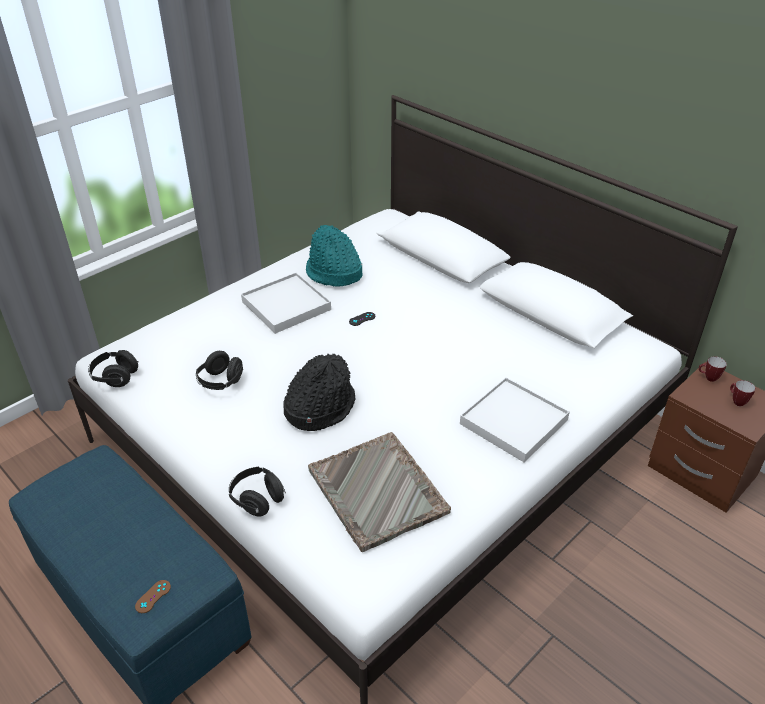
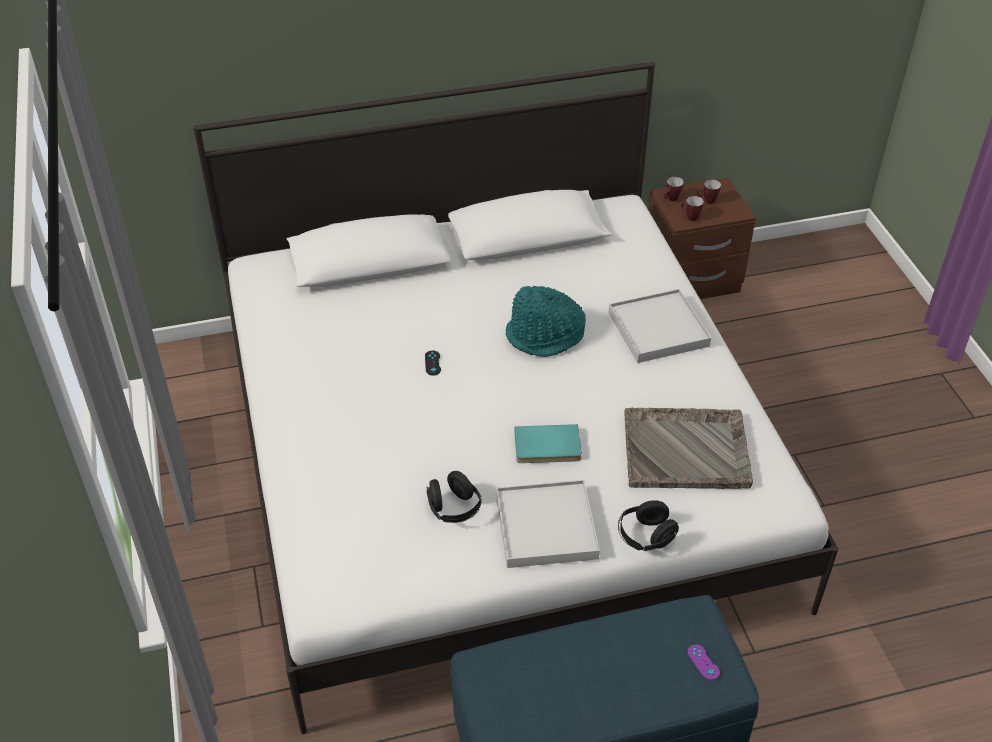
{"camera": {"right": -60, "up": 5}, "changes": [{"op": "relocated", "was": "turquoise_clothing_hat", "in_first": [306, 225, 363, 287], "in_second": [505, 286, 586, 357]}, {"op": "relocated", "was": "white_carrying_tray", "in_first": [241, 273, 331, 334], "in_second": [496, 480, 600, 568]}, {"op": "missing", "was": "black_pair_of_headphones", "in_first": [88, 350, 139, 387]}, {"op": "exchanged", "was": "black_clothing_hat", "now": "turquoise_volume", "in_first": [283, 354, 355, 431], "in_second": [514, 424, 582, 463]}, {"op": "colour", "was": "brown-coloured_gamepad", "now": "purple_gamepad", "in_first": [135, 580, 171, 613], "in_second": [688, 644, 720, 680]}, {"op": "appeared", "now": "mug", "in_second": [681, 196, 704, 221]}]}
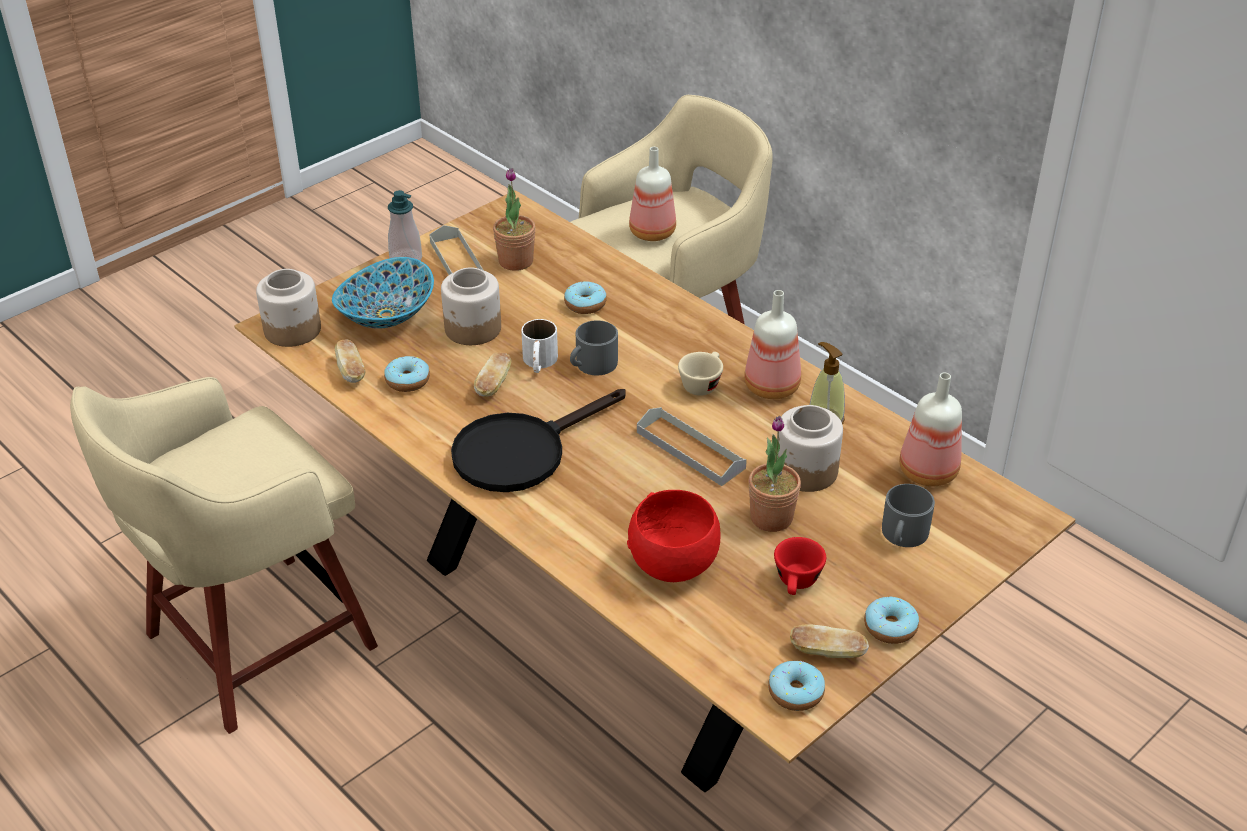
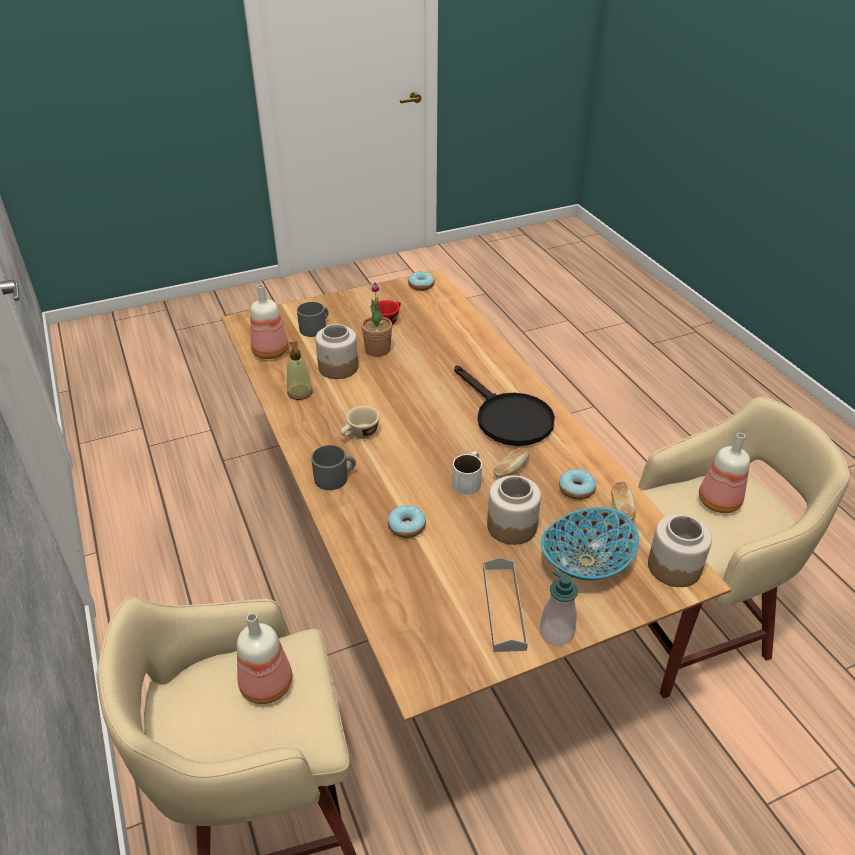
{"camera": {"right": -160, "up": 0}, "changes": [{"op": "missing", "was": "houseplant", "in_first": [493, 168, 536, 271]}, {"op": "relocated", "was": "drink_bottle", "in_first": [744, 290, 801, 399], "in_second": [699, 433, 750, 513]}, {"op": "relocated", "was": "gray_mug", "in_first": [570, 320, 618, 375], "in_second": [311, 445, 356, 490]}, {"op": "spun", "was": "black_skillet", "in_first": [451, 389, 626, 492], "in_second": [454, 365, 555, 446], "clockwise": 75}, {"op": "missing", "was": "gray_carrying_tray", "in_first": [637, 407, 747, 486]}, {"op": "missing", "was": "red_serving_bowl", "in_first": [627, 490, 720, 582]}, {"op": "missing", "was": "doughnut", "in_first": [864, 597, 919, 644]}, {"op": "missing", "was": "bakery_bread", "in_first": [790, 624, 869, 658]}]}
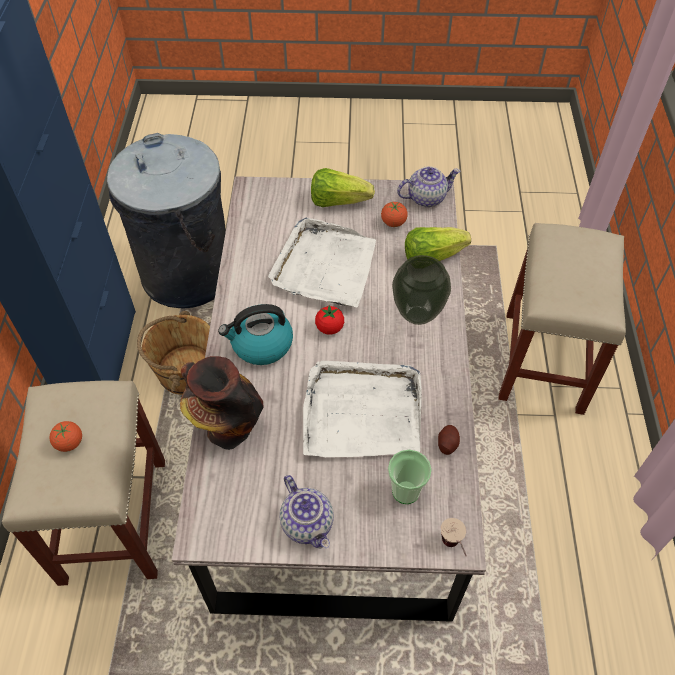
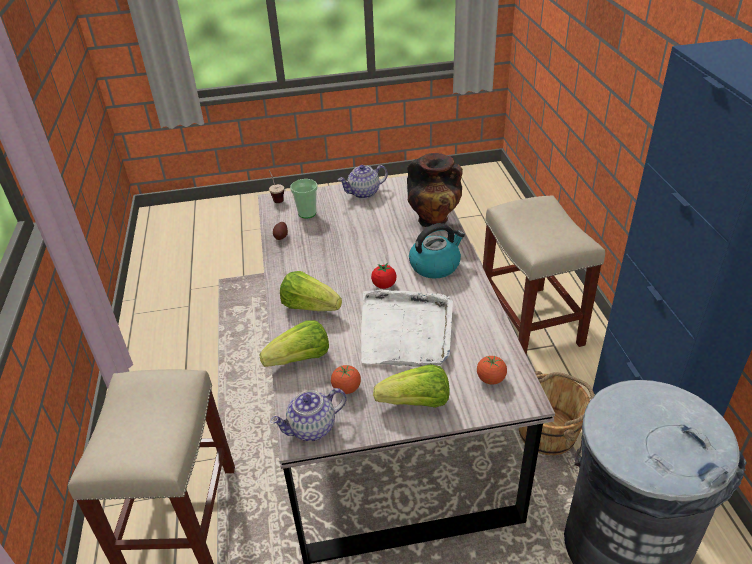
{"camera": {"right": 170, "up": -15}, "changes": [{"op": "exchanged", "was": "decorative_vase", "now": "head_of_lettuce", "in_first": [392, 255, 451, 325], "in_second": [280, 271, 342, 311]}, {"op": "missing", "was": "white_carrying_tray", "in_first": [303, 361, 422, 457]}, {"op": "relocated", "was": "tomato", "in_first": [50, 421, 82, 452], "in_second": [477, 356, 507, 385]}, {"op": "spun", "was": "pot_for_tea", "in_first": [280, 475, 334, 549], "in_second": [338, 165, 388, 199], "clockwise": -75}]}
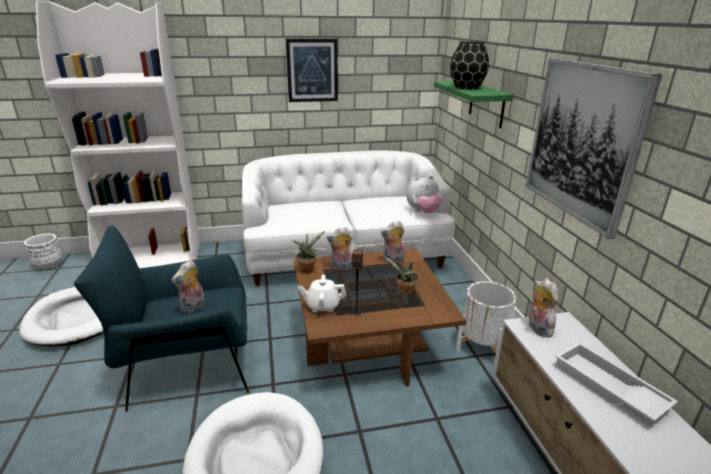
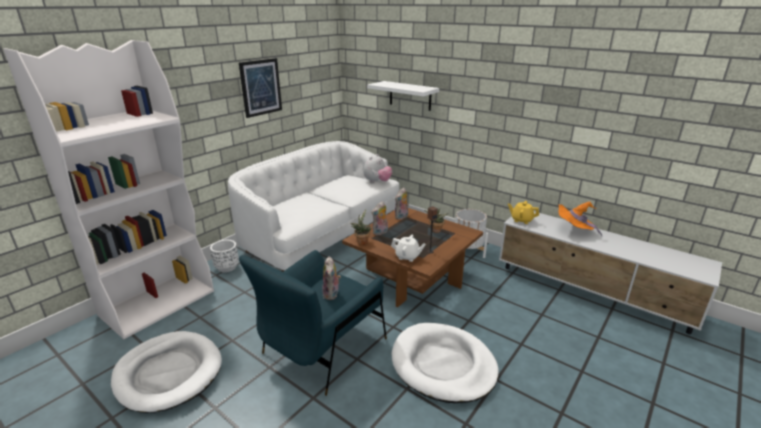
{"camera": {"right": -40, "up": 0}, "changes": [{"op": "missing", "was": "black_decorative_vase", "in_first": [450, 41, 489, 89]}, {"op": "missing", "was": "picture", "in_first": [526, 58, 662, 239]}, {"op": "colour", "was": "green_shelf", "now": "white_shelf", "in_first": [434, 81, 513, 128], "in_second": [367, 81, 439, 111]}, {"op": "relocated", "was": "white_planter", "in_first": [24, 234, 62, 269], "in_second": [210, 240, 239, 273]}, {"op": "spun", "was": "white_pot_for_tea", "in_first": [298, 275, 347, 312], "in_second": [391, 235, 425, 262], "clockwise": -120}, {"op": "exchanged", "was": "soft_toy", "now": "yellowish_pot_for_tea", "in_first": [529, 278, 558, 337], "in_second": [508, 201, 539, 224]}, {"op": "exchanged", "was": "white_carrying_tray", "now": "orange_clothing_hat", "in_first": [555, 342, 678, 421], "in_second": [559, 201, 602, 236]}]}
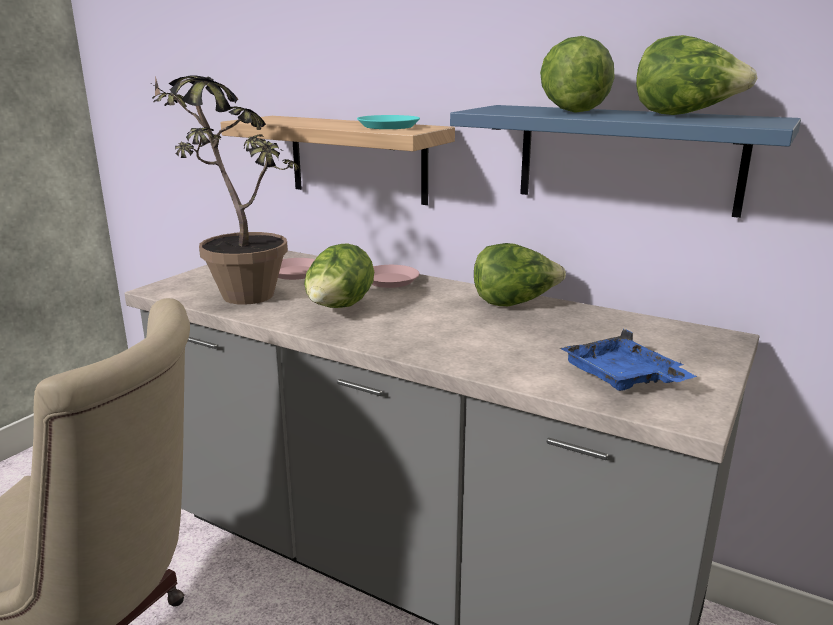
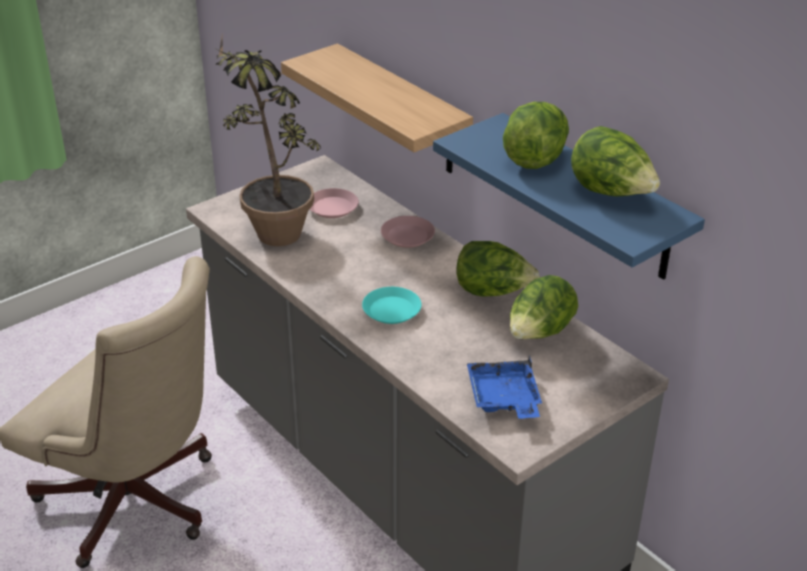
{"camera": {"right": 20, "up": 15}, "changes": [{"op": "relocated", "was": "turquoise_flat_dish", "in_first": [357, 115, 420, 129], "in_second": [362, 287, 422, 324]}, {"op": "relocated", "was": "head_of_lettuce", "in_first": [304, 243, 374, 308], "in_second": [510, 275, 578, 339]}]}
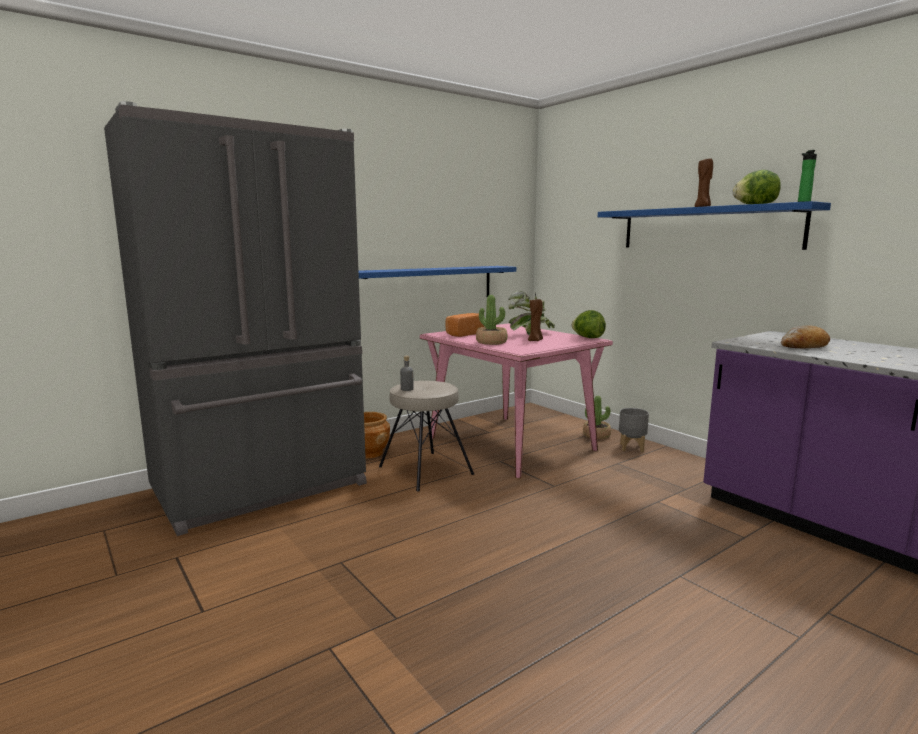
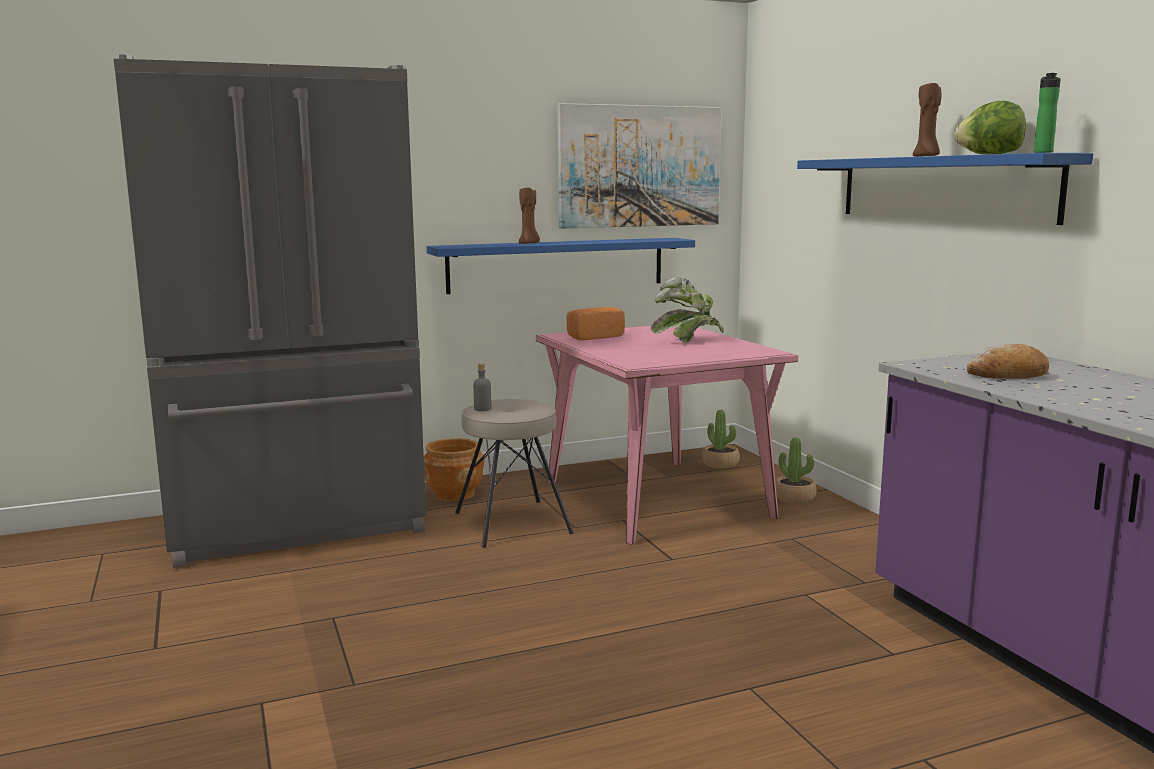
{"camera": {"right": 15, "up": 0}, "changes": [{"op": "relocated", "was": "houseplant", "in_first": [476, 295, 508, 345], "in_second": [702, 410, 740, 468]}, {"op": "relocated", "was": "brown-coloured_wax_light", "in_first": [528, 299, 543, 341], "in_second": [519, 188, 540, 244]}, {"op": "missing", "was": "head_of_lettuce", "in_first": [571, 310, 606, 338]}, {"op": "missing", "was": "gray_planter", "in_first": [619, 408, 649, 452]}, {"op": "appeared", "now": "picture", "in_second": [557, 103, 722, 229]}]}
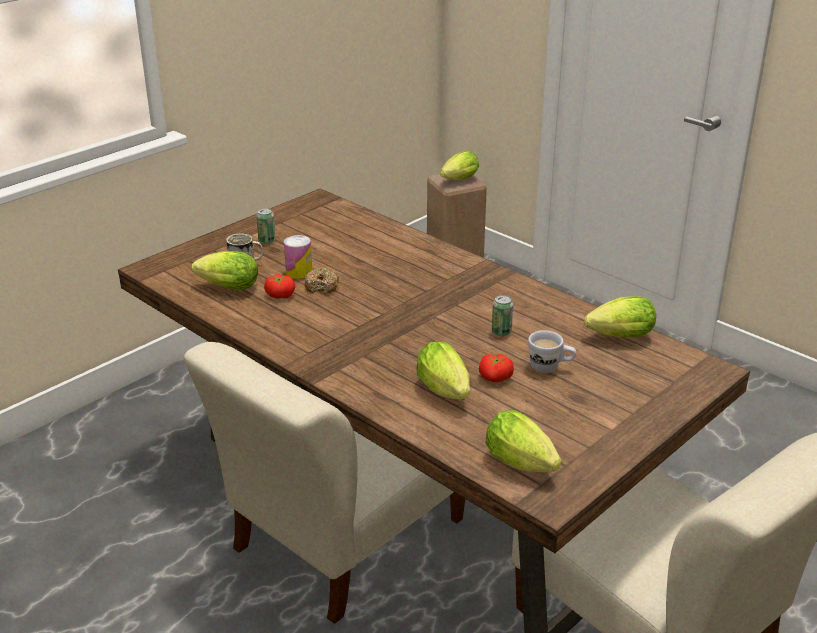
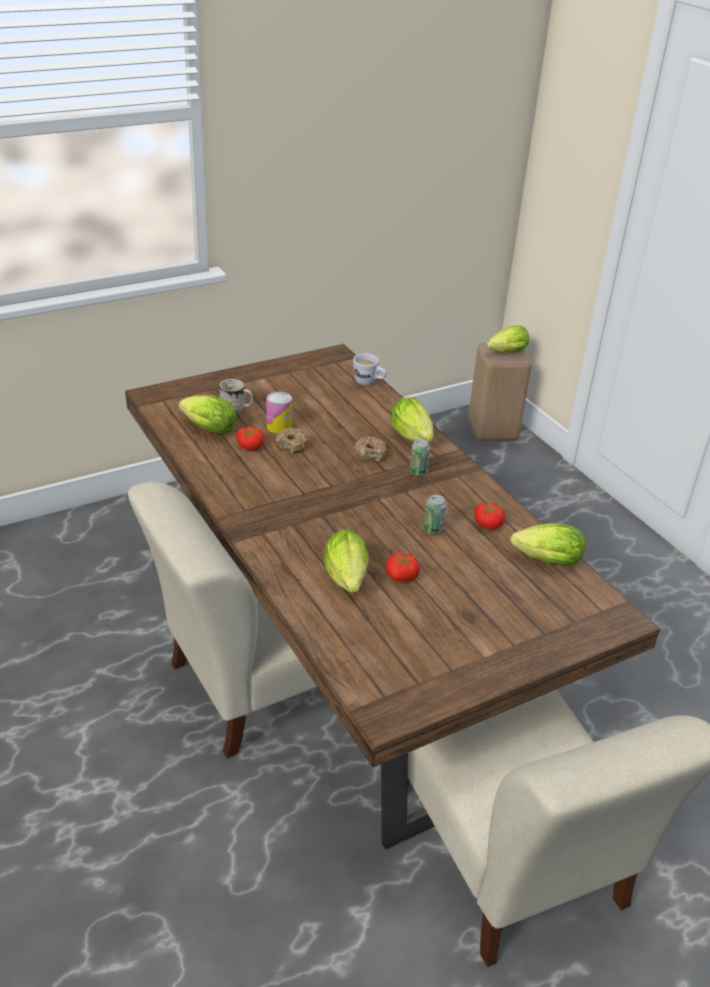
{"camera": {"right": 15, "up": 5}, "changes": [{"op": "relocated", "was": "sealed_can", "in_first": [256, 208, 276, 244], "in_second": [409, 439, 430, 476]}, {"op": "relocated", "was": "white_mug", "in_first": [528, 330, 576, 373], "in_second": [353, 353, 387, 385]}, {"op": "relocated", "was": "head_of_lettuce", "in_first": [486, 410, 562, 472], "in_second": [391, 397, 434, 442]}, {"op": "appeared", "now": "doughnut", "in_second": [353, 436, 387, 462]}, {"op": "appeared", "now": "tomato", "in_second": [474, 503, 505, 530]}]}
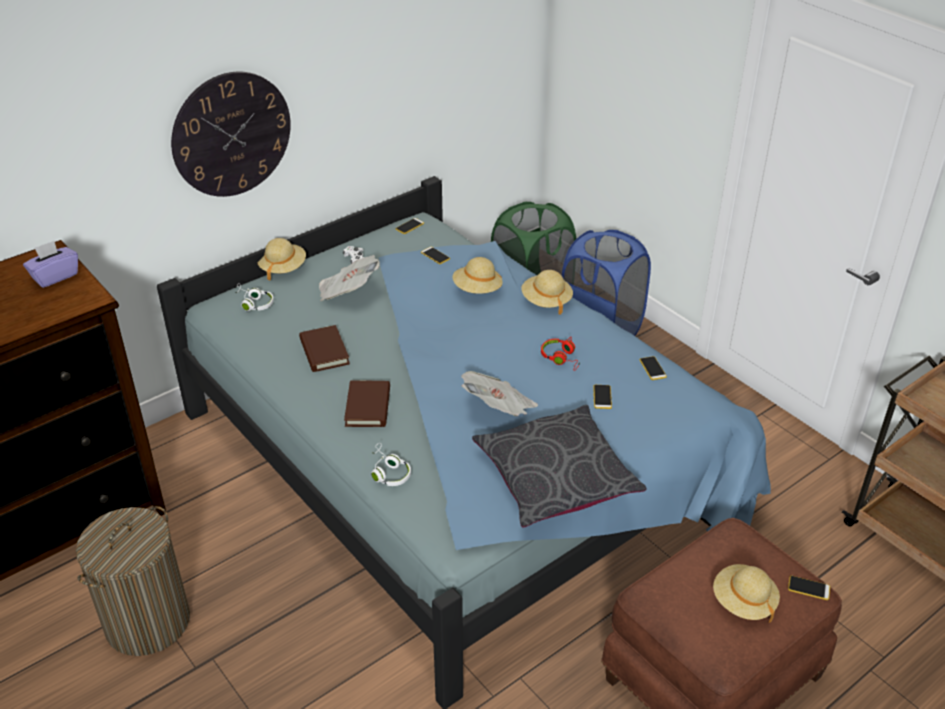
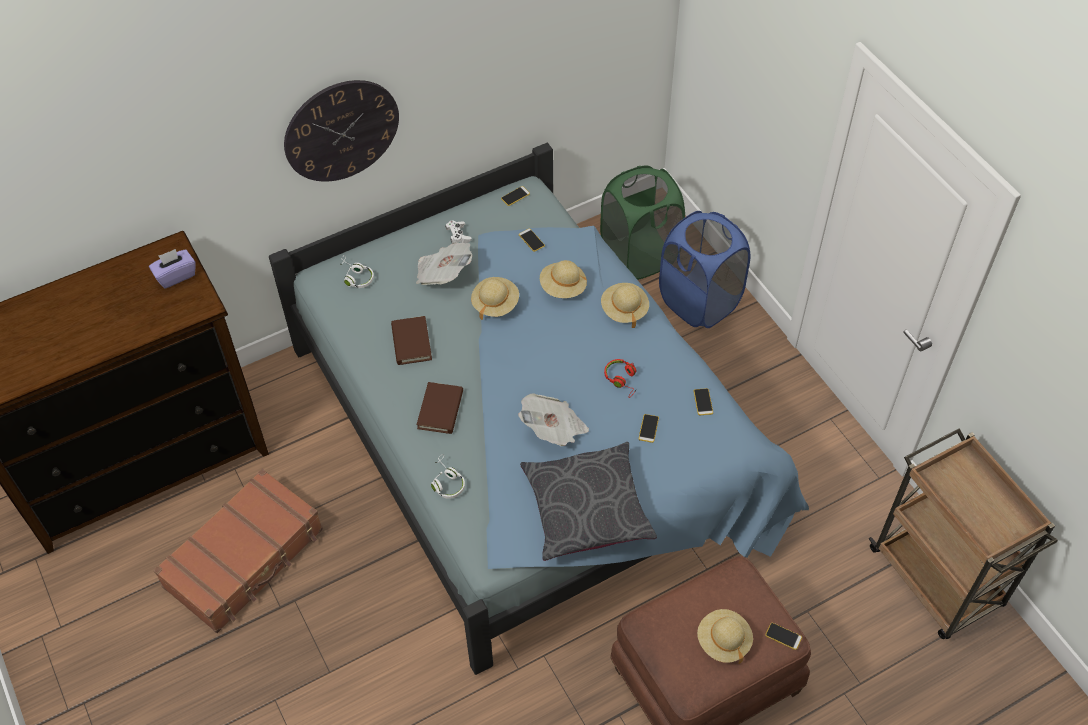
{"camera": {"right": 10, "up": 15}, "changes": [{"op": "relocated", "was": "sand-coloured_clothing_hat", "in_first": [258, 238, 306, 281], "in_second": [471, 277, 519, 320]}, {"op": "exchanged", "was": "laundry_basket", "now": "brown-coloured_travel_case", "in_first": [76, 506, 190, 656], "in_second": [153, 469, 323, 633]}]}
